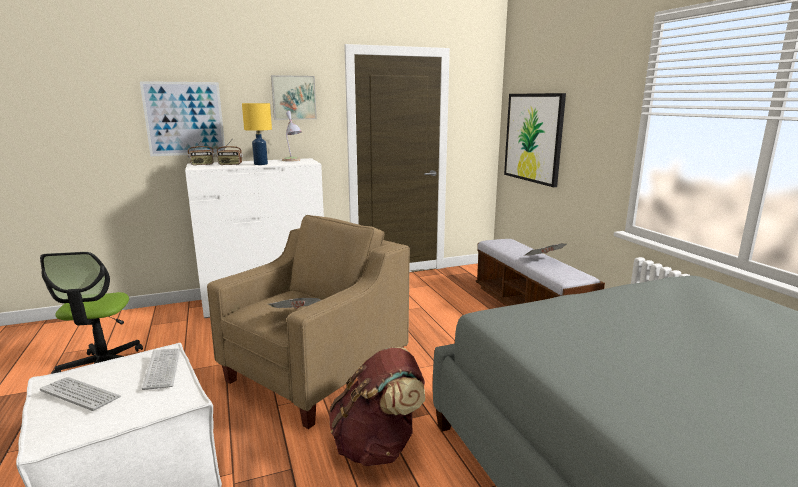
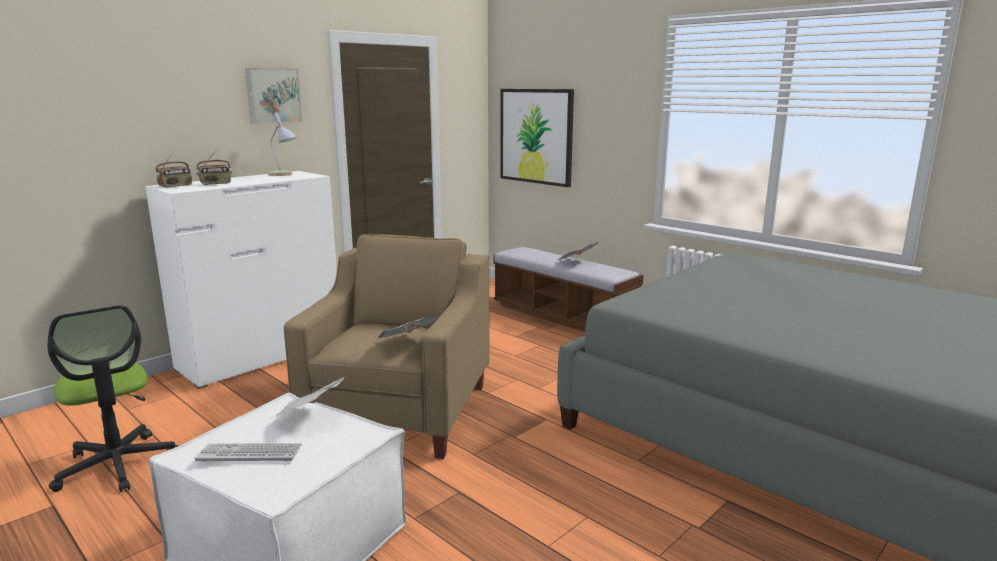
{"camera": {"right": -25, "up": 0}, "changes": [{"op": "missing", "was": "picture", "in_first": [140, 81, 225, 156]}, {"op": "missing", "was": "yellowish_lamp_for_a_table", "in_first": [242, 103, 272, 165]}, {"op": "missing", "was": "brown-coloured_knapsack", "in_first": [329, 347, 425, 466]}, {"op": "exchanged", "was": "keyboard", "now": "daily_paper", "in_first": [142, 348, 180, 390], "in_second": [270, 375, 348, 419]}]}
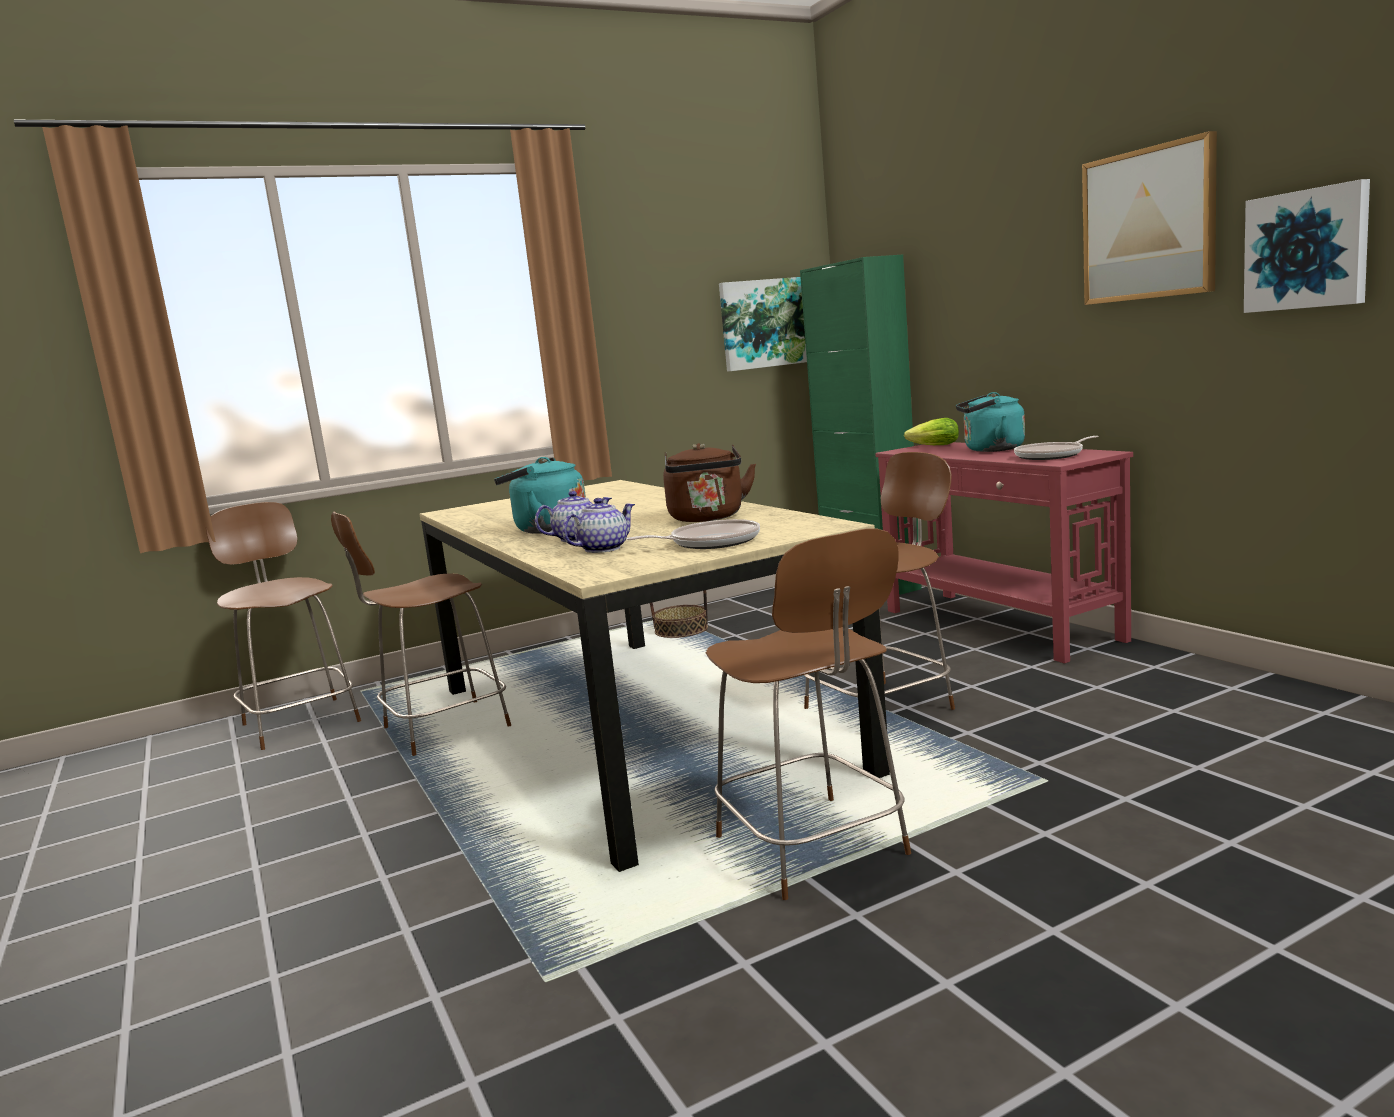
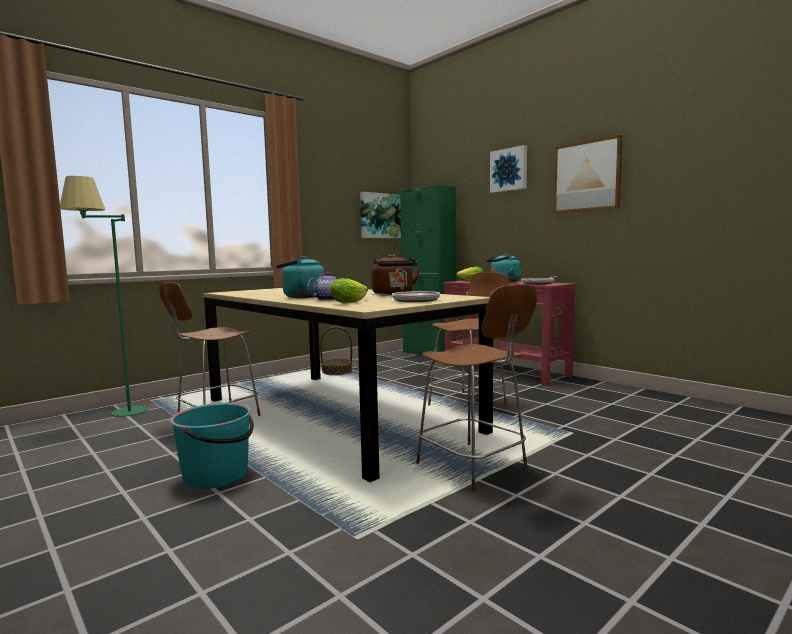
{"camera": {"right": -15, "up": -5}, "changes": [{"op": "relocated", "was": "picture", "in_first": [1244, 179, 1370, 313], "in_second": [490, 145, 527, 193]}, {"op": "exchanged", "was": "pot_for_tea", "now": "head_of_lettuce", "in_first": [562, 498, 635, 553], "in_second": [330, 278, 368, 303]}, {"op": "exchanged", "was": "brown-coloured_chair", "now": "green_standing_lamp", "in_first": [206, 502, 361, 750], "in_second": [59, 176, 148, 417]}, {"op": "appeared", "now": "turquoise_bucket", "in_second": [170, 403, 254, 489]}]}
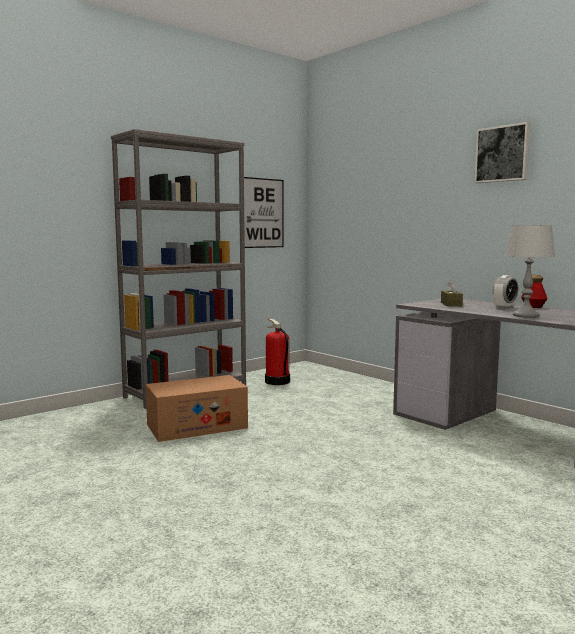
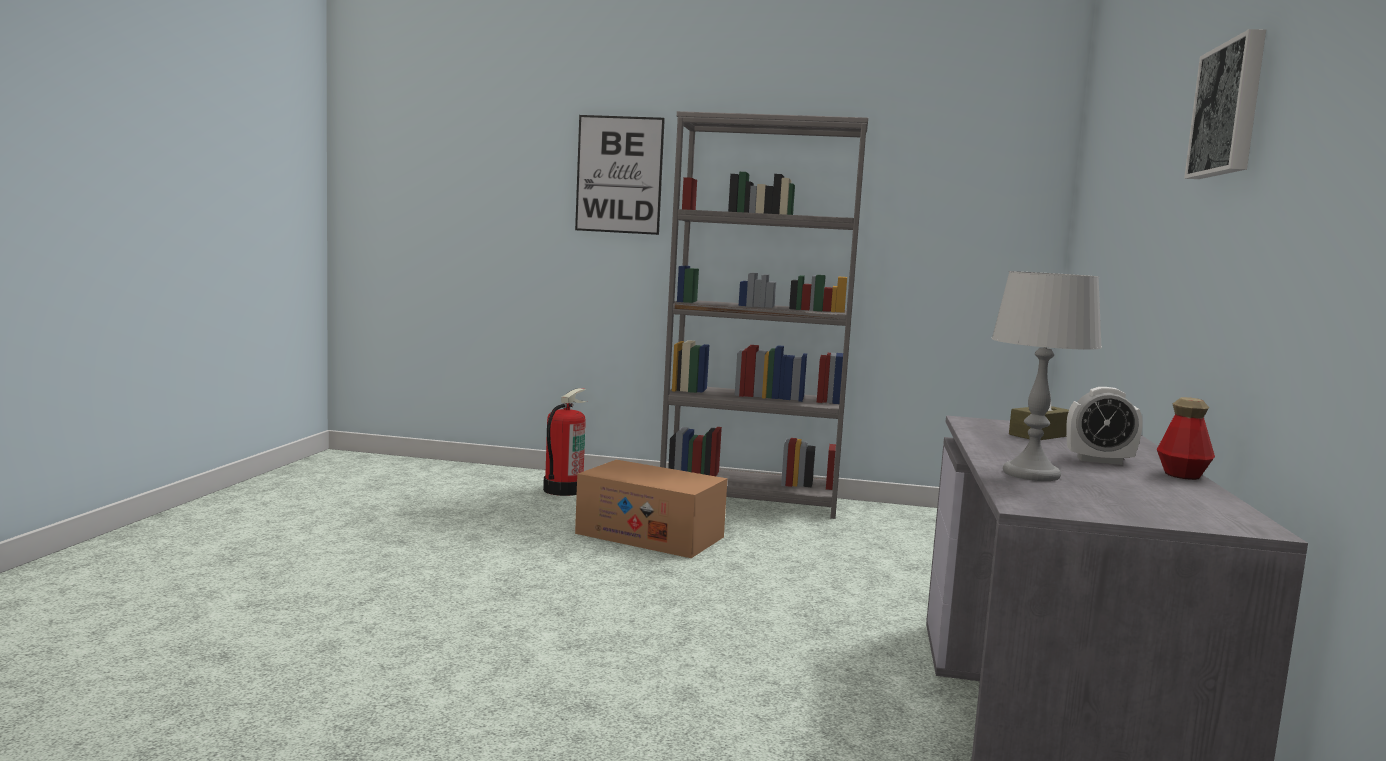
{"camera": {"right": 50, "up": 0}, "changes": [{"op": "relocated", "was": "picture", "in_first": [244, 177, 284, 248], "in_second": [575, 115, 665, 235]}, {"op": "relocated", "was": "extinguisher", "in_first": [265, 319, 290, 385], "in_second": [543, 388, 588, 496]}]}
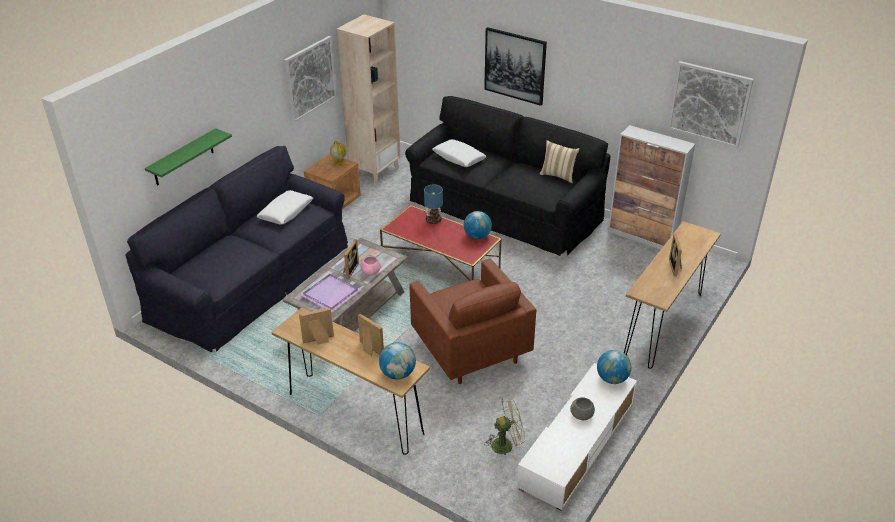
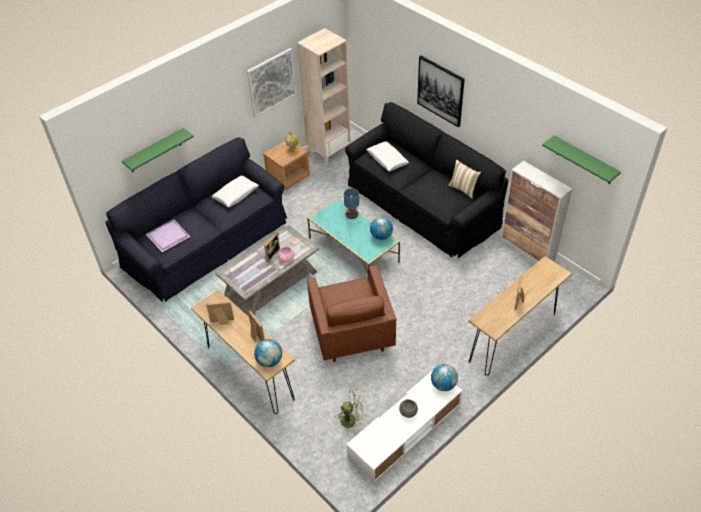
{"camera": {"right": 15, "up": 10}, "changes": [{"op": "exchanged", "was": "picture", "now": "green_shelf", "in_first": [667, 61, 754, 148], "in_second": [542, 136, 621, 184]}, {"op": "colour", "was": "red_coffee_table", "now": "turquoise_coffee_table", "in_first": [380, 205, 502, 281], "in_second": [307, 197, 400, 279]}, {"op": "relocated", "was": "purple_carrying_tray", "in_first": [300, 274, 361, 312], "in_second": [146, 219, 191, 252]}]}
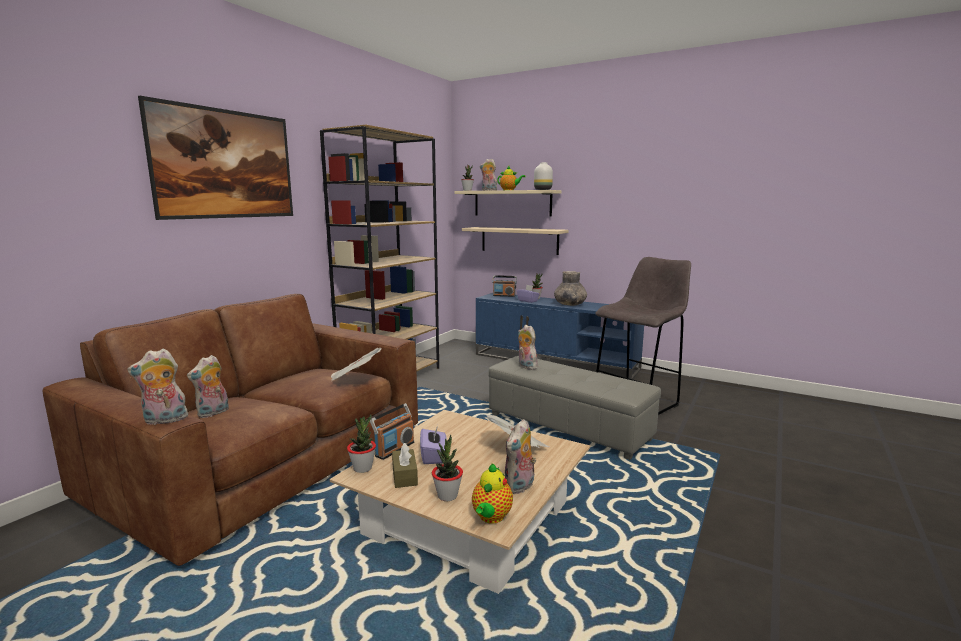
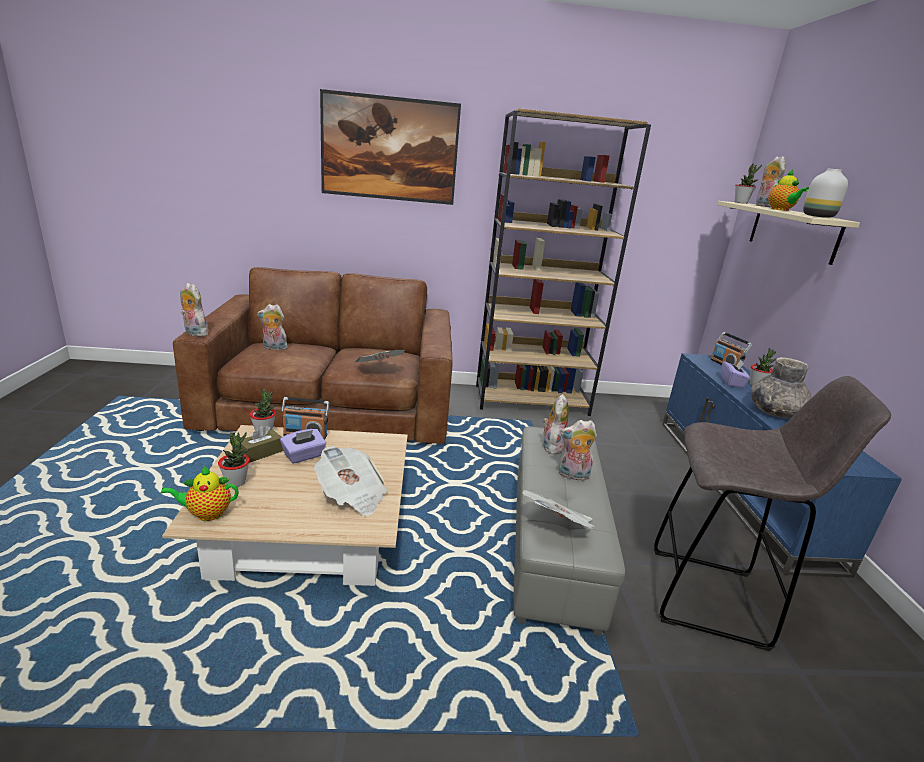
{"camera": {"right": 55, "up": 10}, "changes": [{"op": "missing", "was": "sand-coloured_shelf", "in_first": [462, 227, 569, 255]}, {"op": "relocated", "was": "soft_toy", "in_first": [505, 419, 536, 494], "in_second": [559, 420, 597, 481]}, {"op": "appeared", "now": "daily_paper", "in_second": [522, 490, 595, 529]}]}
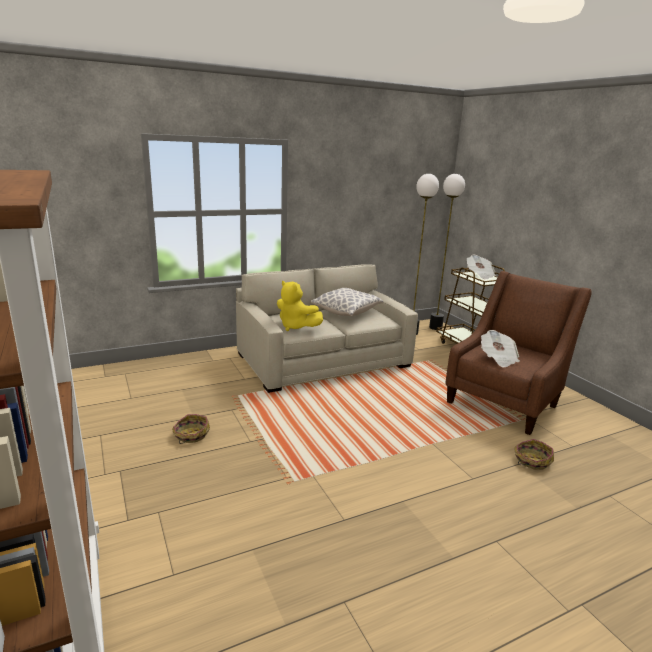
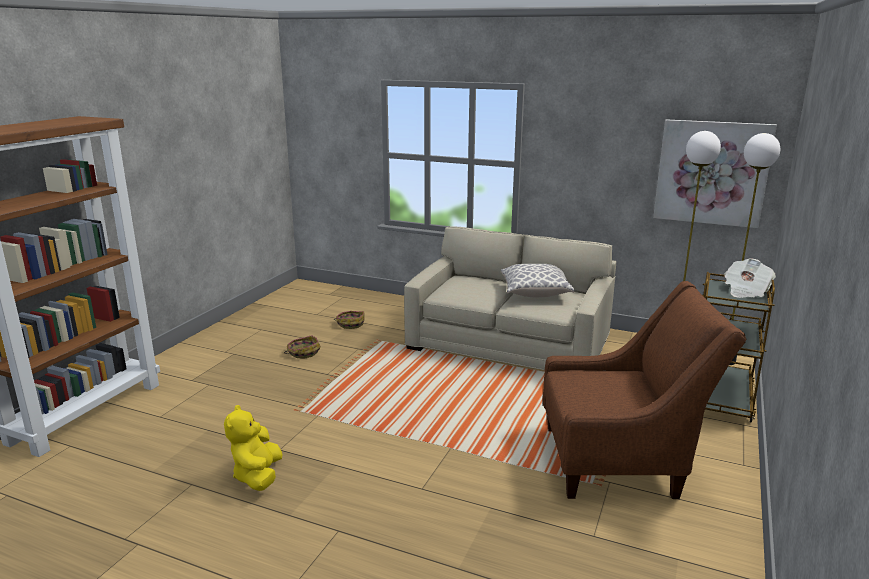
{"camera": {"right": 50, "up": 0}, "changes": [{"op": "relocated", "was": "yellowish_soft_toy", "in_first": [277, 281, 323, 331], "in_second": [224, 405, 283, 491]}, {"op": "missing", "was": "daily_paper", "in_first": [481, 330, 520, 368]}, {"op": "relocated", "was": "basket", "in_first": [514, 439, 554, 470], "in_second": [333, 311, 365, 329]}, {"op": "appeared", "now": "picture", "in_second": [653, 119, 777, 228]}]}
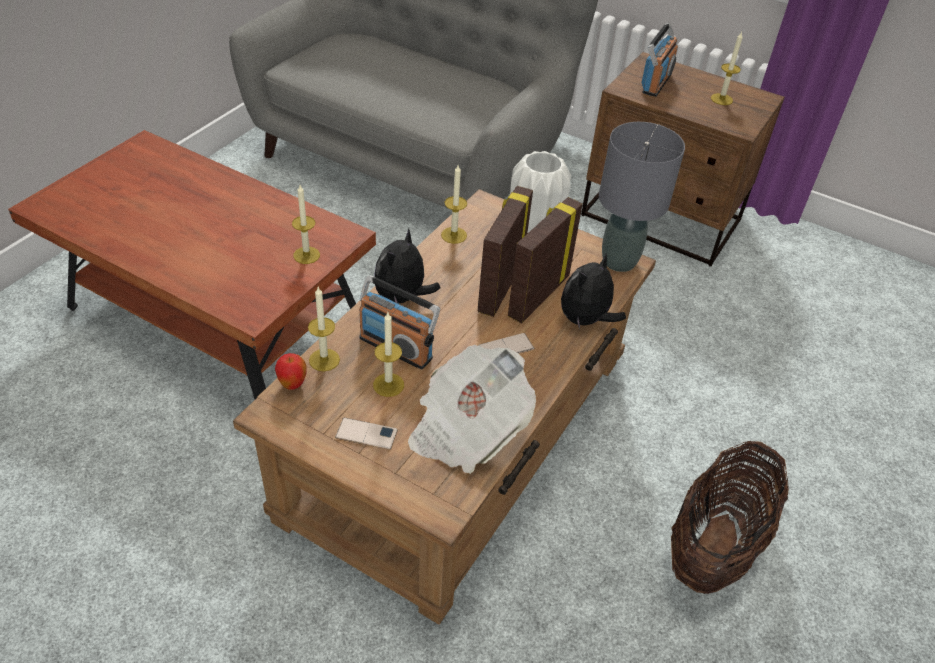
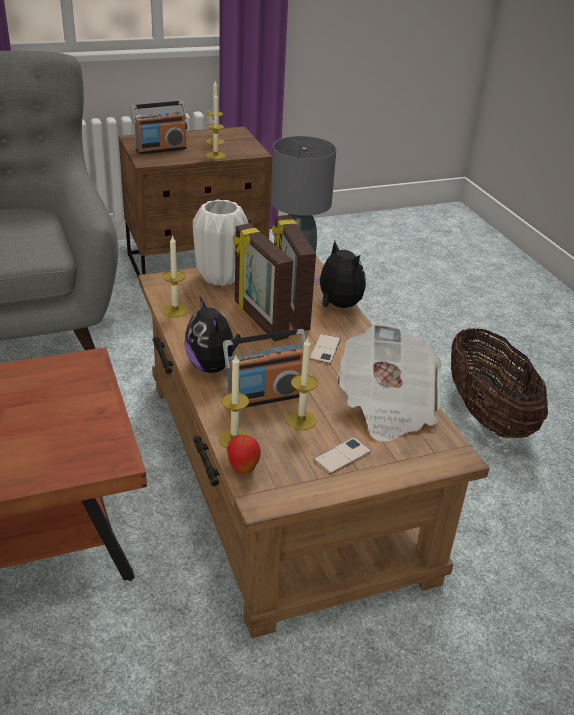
{"camera": {"right": -50, "up": -10}, "changes": [{"op": "spun", "was": "radio_receiver", "in_first": [641, 23, 678, 97], "in_second": [130, 101, 187, 154], "clockwise": 90}, {"op": "relocated", "was": "wax_light", "in_first": [292, 185, 320, 264], "in_second": [206, 93, 226, 159]}, {"op": "spun", "was": "soft_toy", "in_first": [561, 253, 626, 330], "in_second": [314, 241, 366, 308], "clockwise": 150}]}
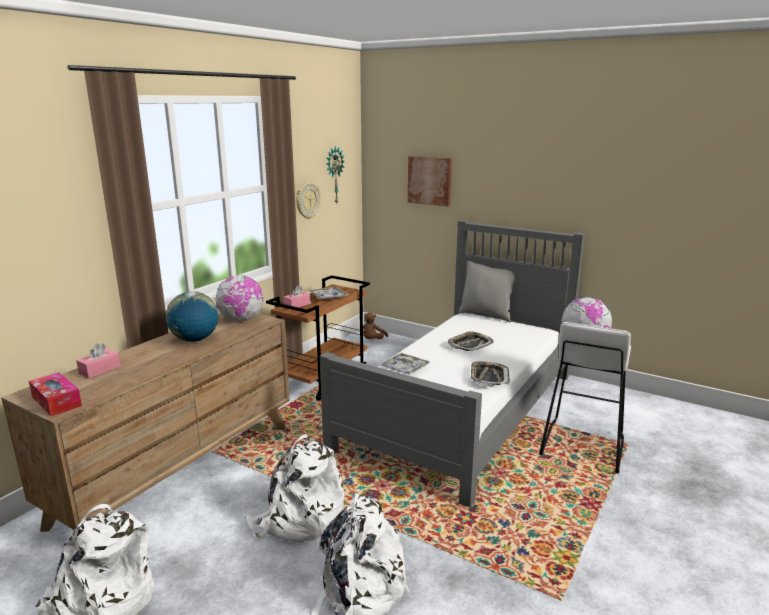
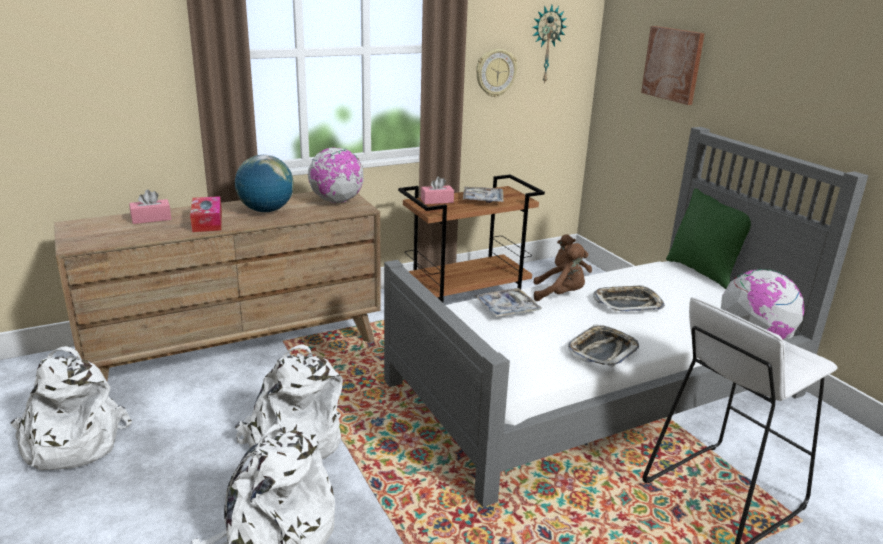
{"camera": {"right": 30, "up": 5}, "changes": [{"op": "colour", "was": "gray_pillow", "now": "green_pillow", "in_first": [458, 261, 515, 322], "in_second": [666, 188, 751, 289]}, {"op": "relocated", "was": "box_of_tissues", "in_first": [29, 372, 82, 416], "in_second": [190, 196, 222, 232]}, {"op": "appeared", "now": "brown-coloured_soft_toy", "in_second": [534, 243, 588, 301]}]}
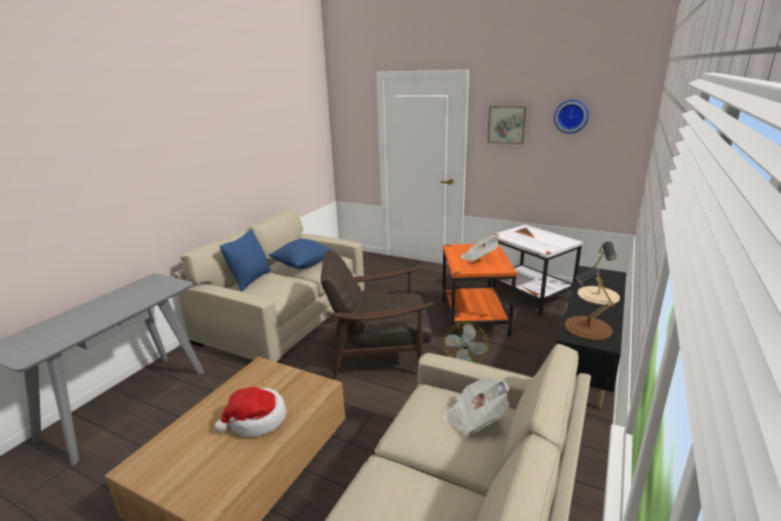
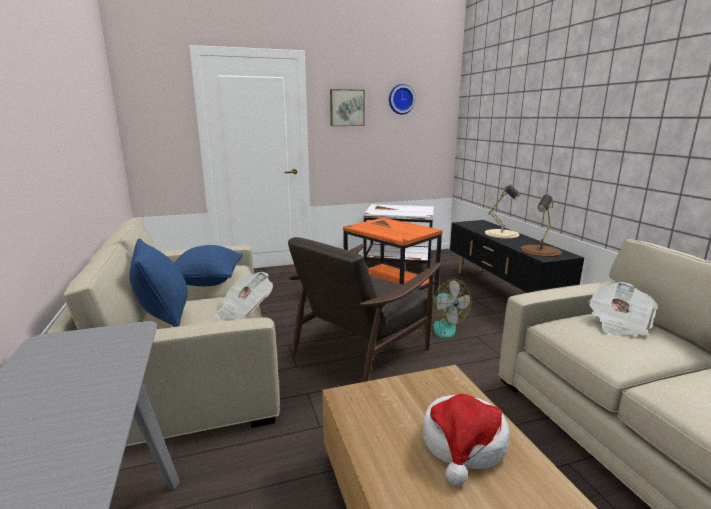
{"camera": {"right": -45, "up": -5}, "changes": [{"op": "relocated", "was": "daily_paper", "in_first": [461, 236, 500, 262], "in_second": [214, 272, 273, 320]}]}
